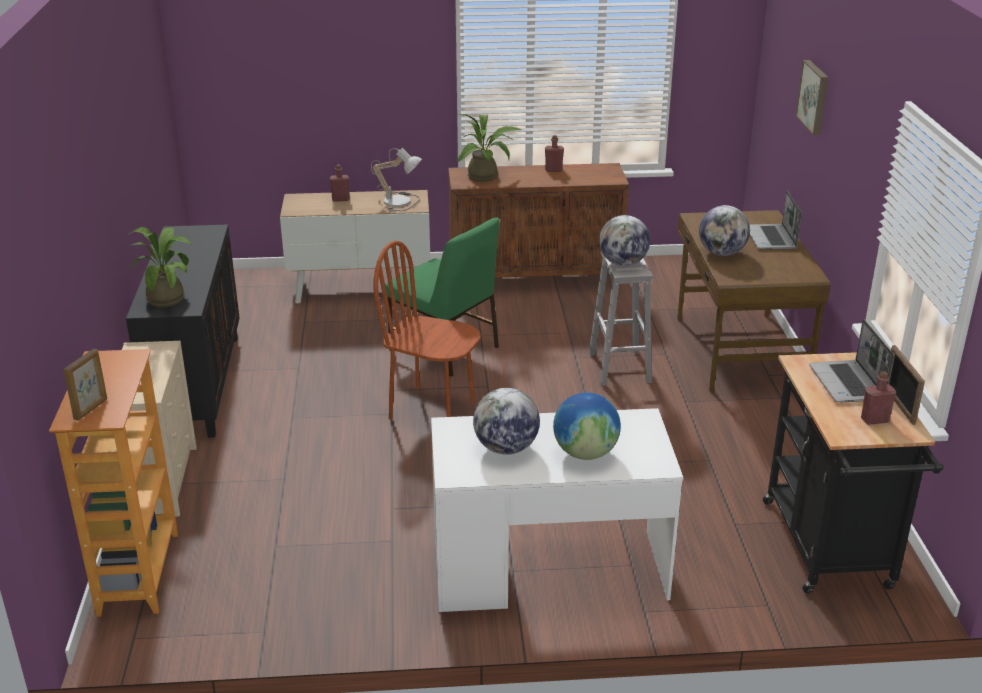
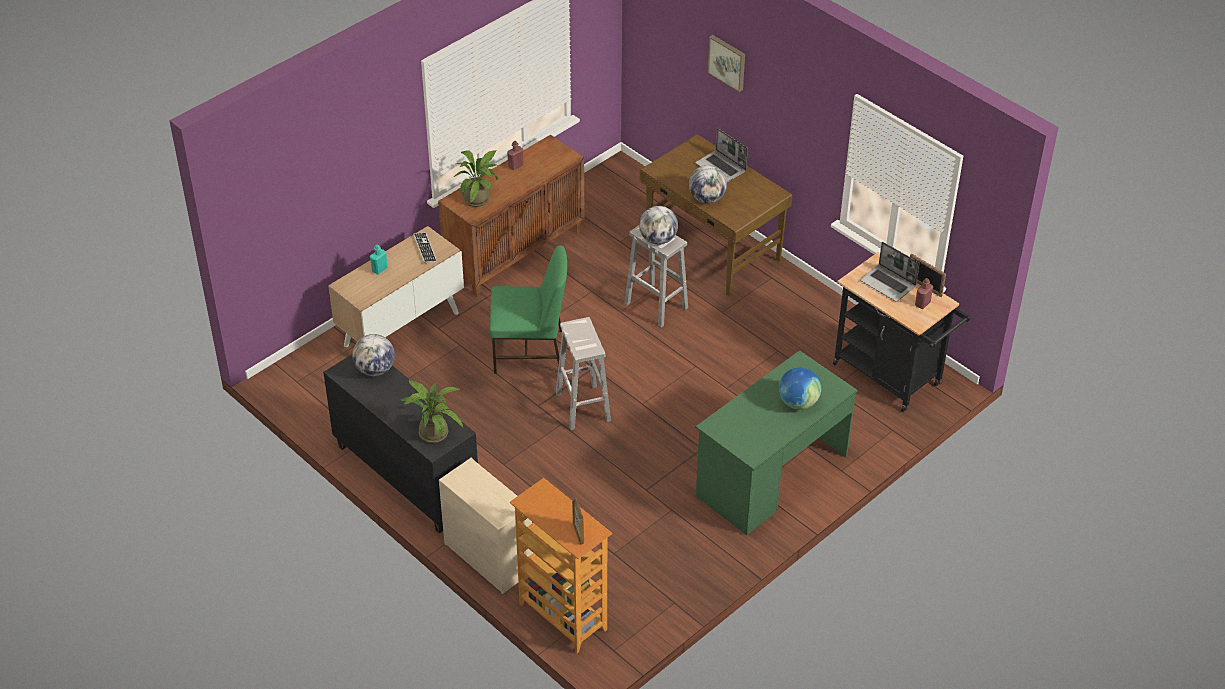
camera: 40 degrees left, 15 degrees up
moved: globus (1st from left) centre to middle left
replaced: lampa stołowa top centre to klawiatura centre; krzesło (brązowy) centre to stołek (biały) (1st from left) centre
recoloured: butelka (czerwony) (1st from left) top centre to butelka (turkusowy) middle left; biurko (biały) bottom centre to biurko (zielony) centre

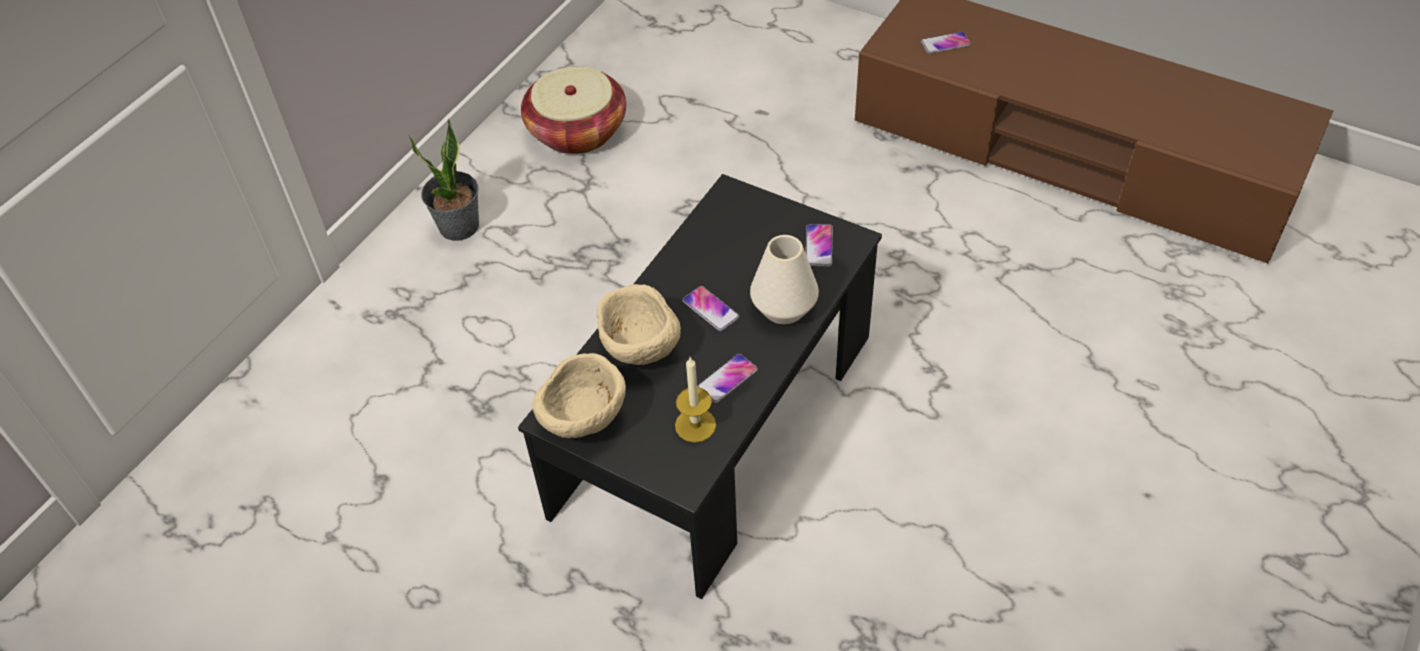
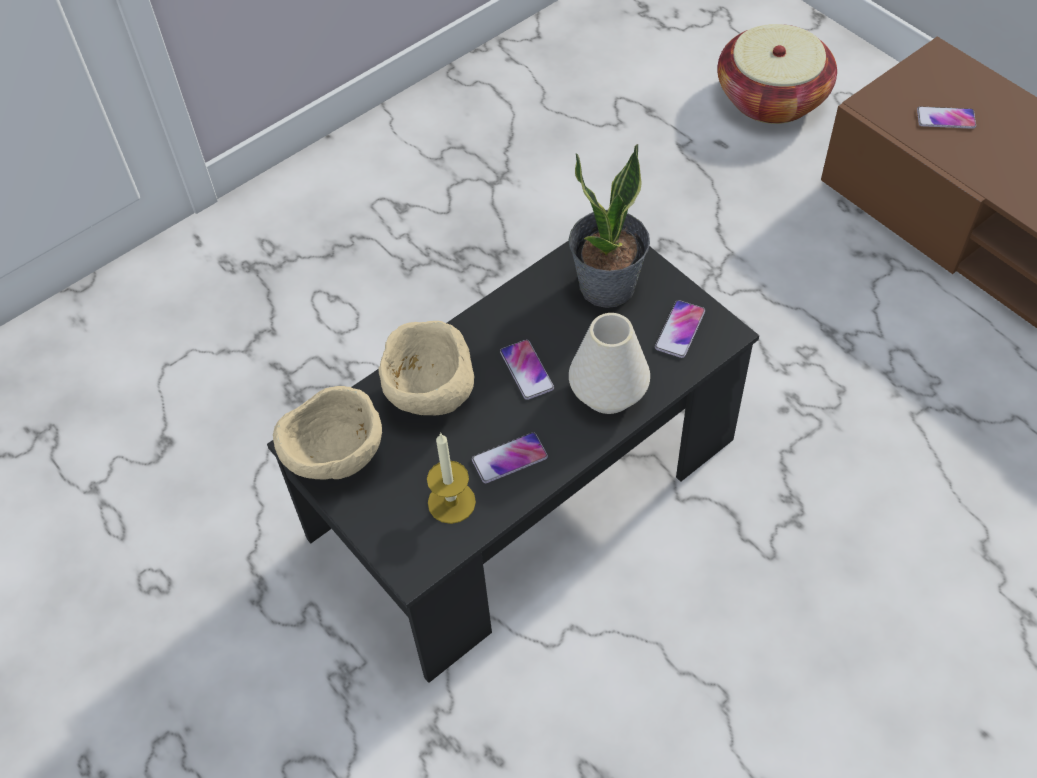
camera: 20 degrees right, 5 degrees up
moved: koszyk top centre to top right; roślina doniczkowa top left to top centre

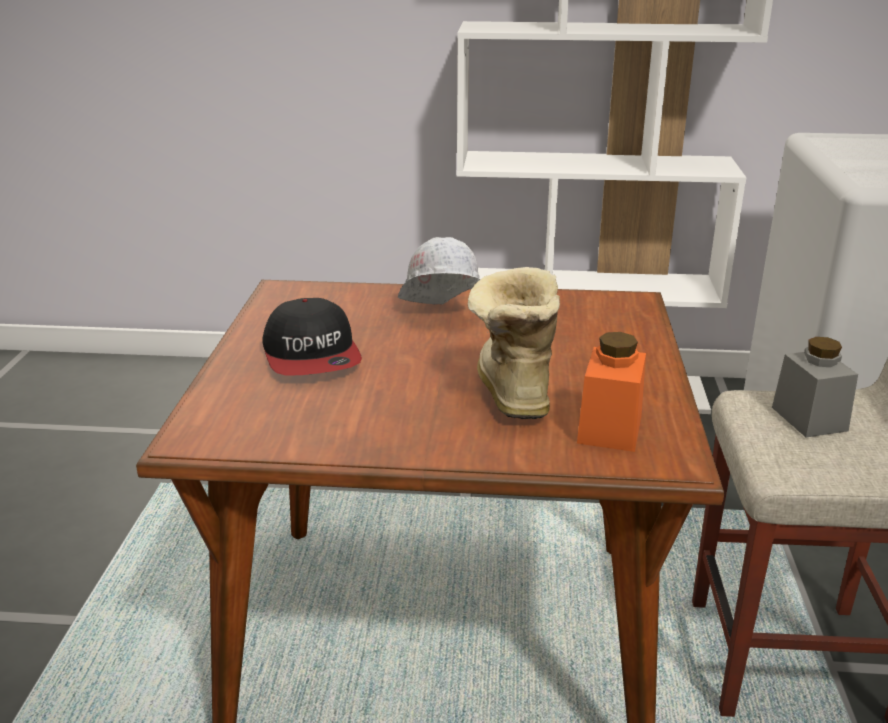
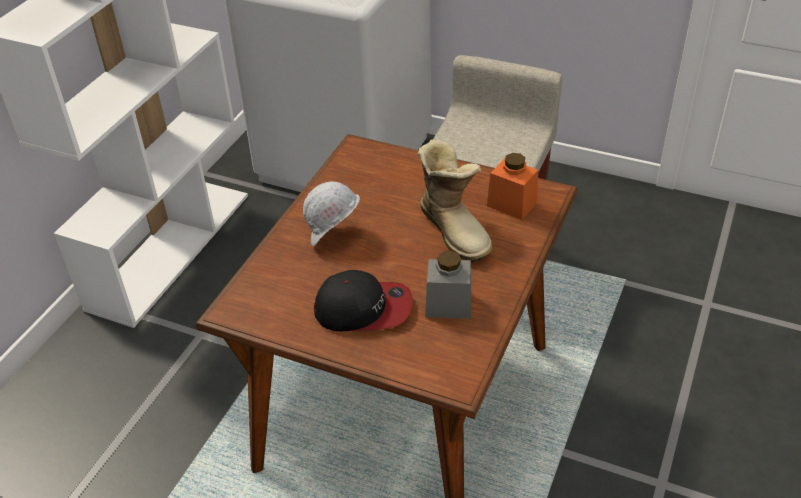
camera: 70 degrees left, 15 degrees up
moved: słoik (szary) middle right to centre
turned: but z cholewką centre = centre 135 degrees counterclockwise

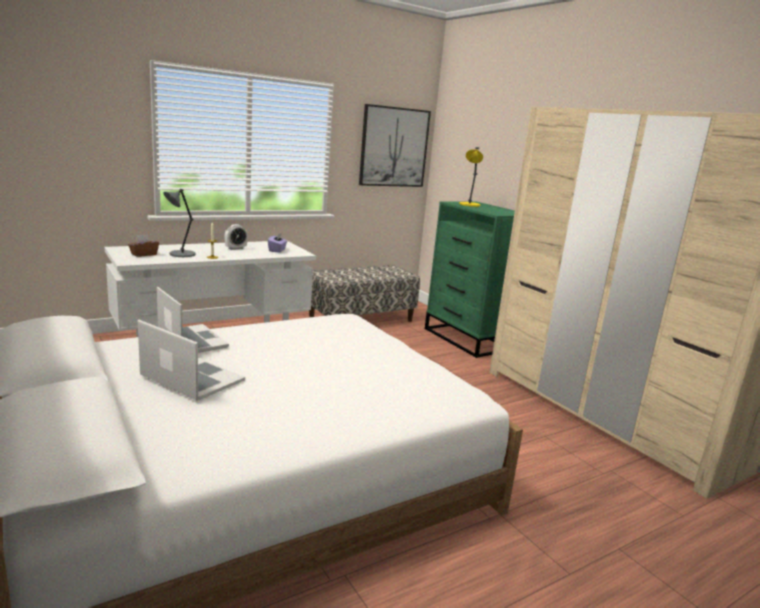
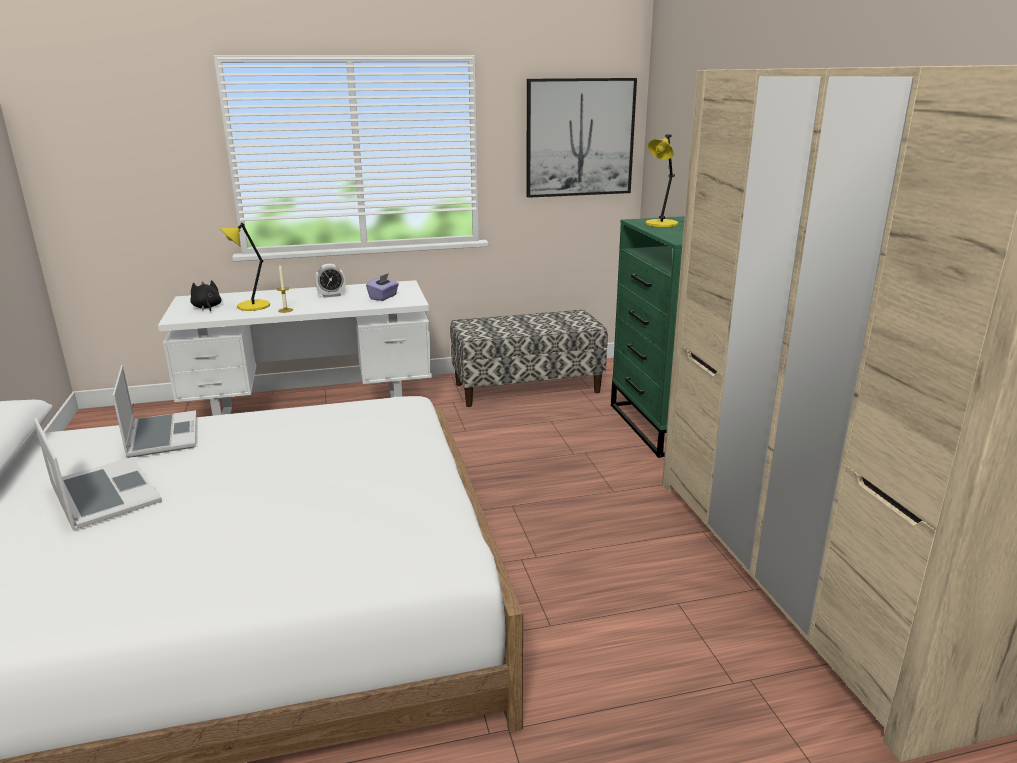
camera: 20 degrees right, 5 degrees up
replaced: pudełko chusteczek (brązowy) middle left to pluszak (czarny) middle left
recoloured: lampa stołowa (szary) middle left to lampa stołowa (żółty) (1st from left) middle left

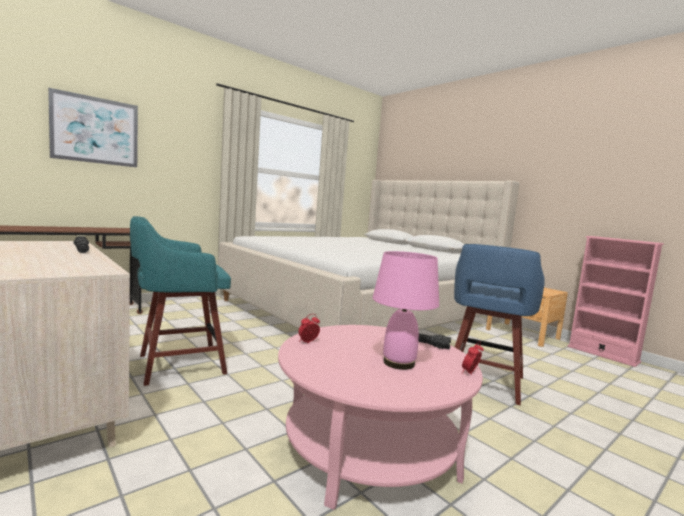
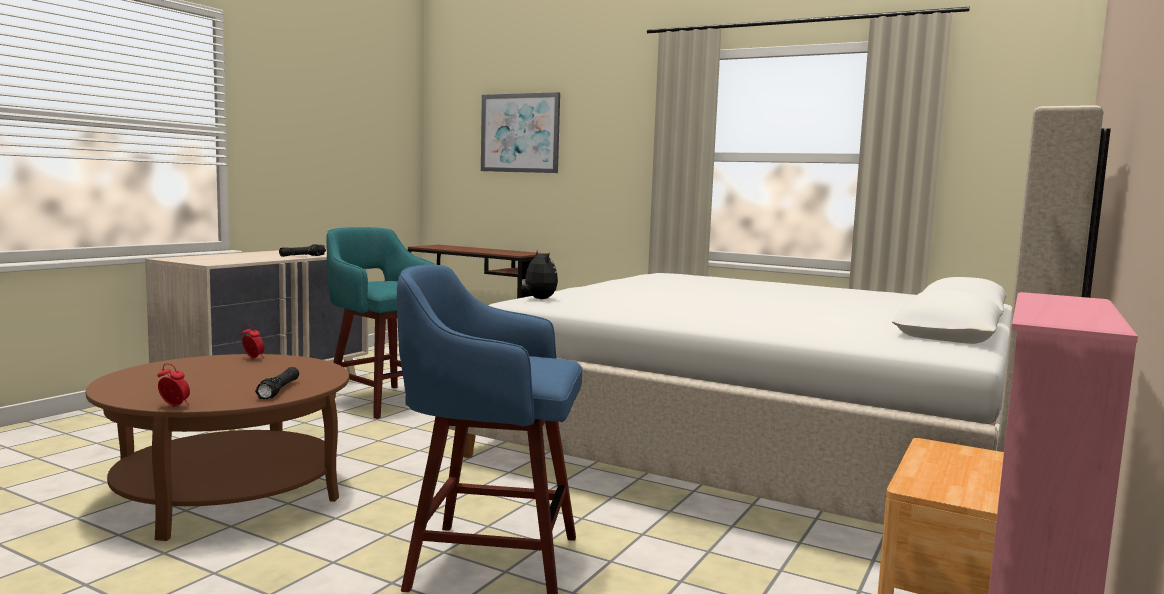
camera: 70 degrees right, 0 degrees up
removed: lampa stołowa (różowy) centre
added: pluszak centre
recoloured: ława (różowy) bottom centre to ława (brązowy) bottom left

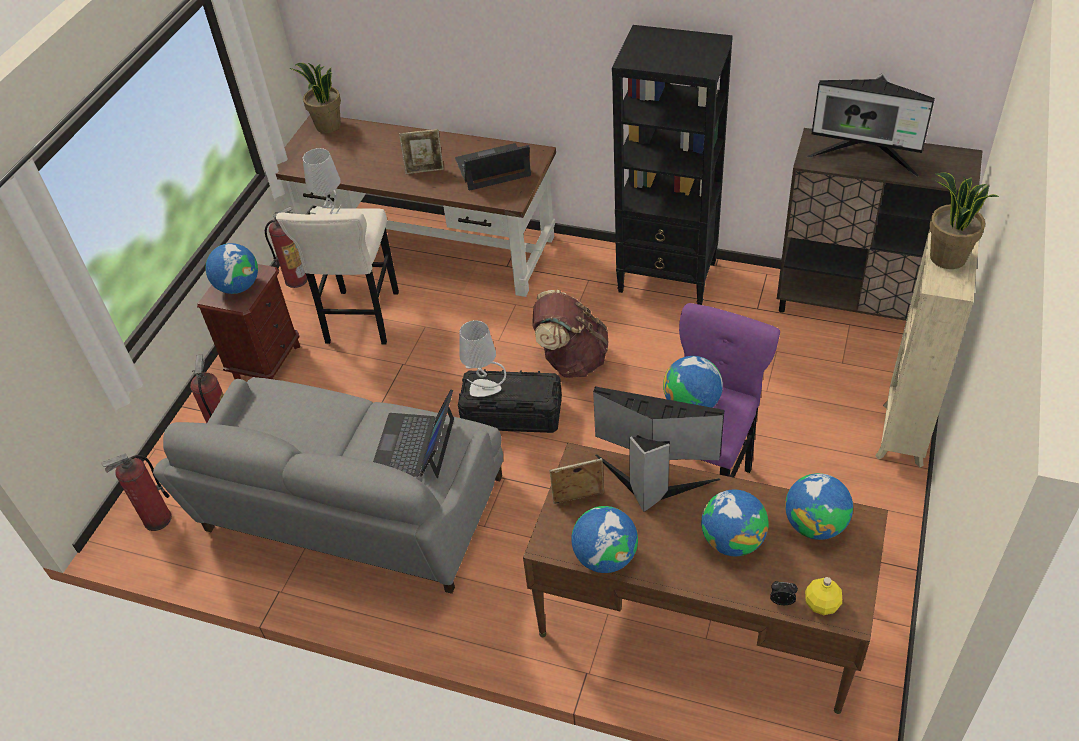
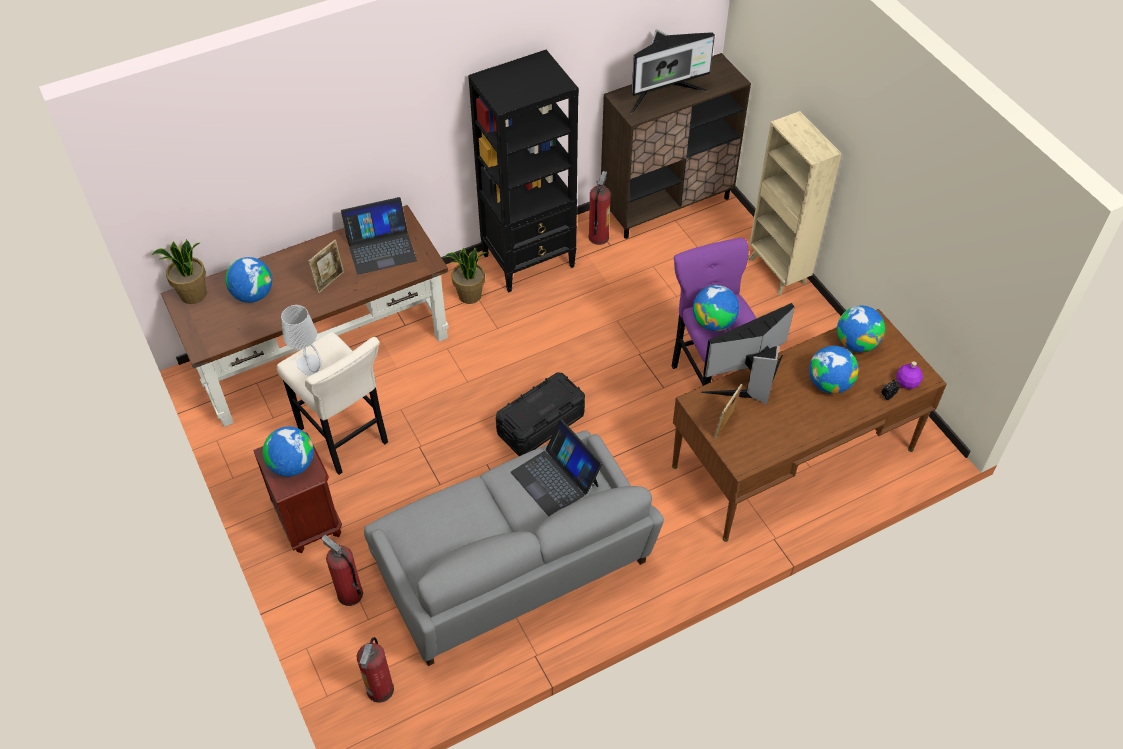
camera: 50 degrees left, 5 degrees up
removed: plecak (brązowy) centre; lampa stołowa (szary) (2nd from left) centre
moved: roślina doniczkowa (2nd from left) top right to centre; gaśnica (3rd from left) middle left to top centre; globus (2nd from left in the first image) bottom centre to globus (1st from left) middle left
recoloured: butelka (żółty) bottom right to butelka (fioletowy) middle right
turned: laptop (2nd from left in the first image) top centre = top centre 135 degrees counterclockwise

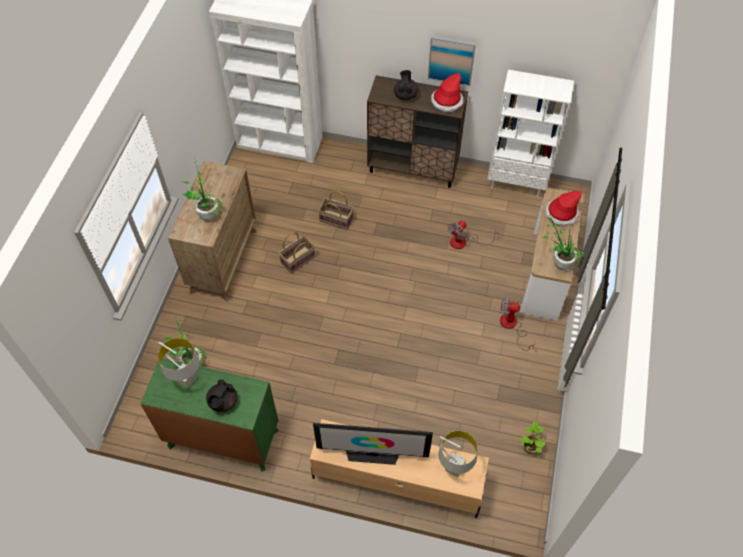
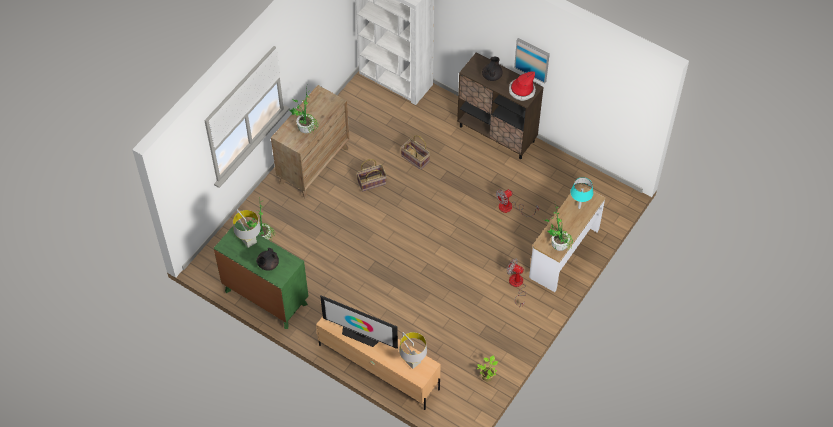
camera: 20 degrees right, 0 degrees up
removed: regał (biały) (2nd from left) top right
replaced: kapelusz (2nd from left) middle right to lampa stołowa (turkusowy) middle right

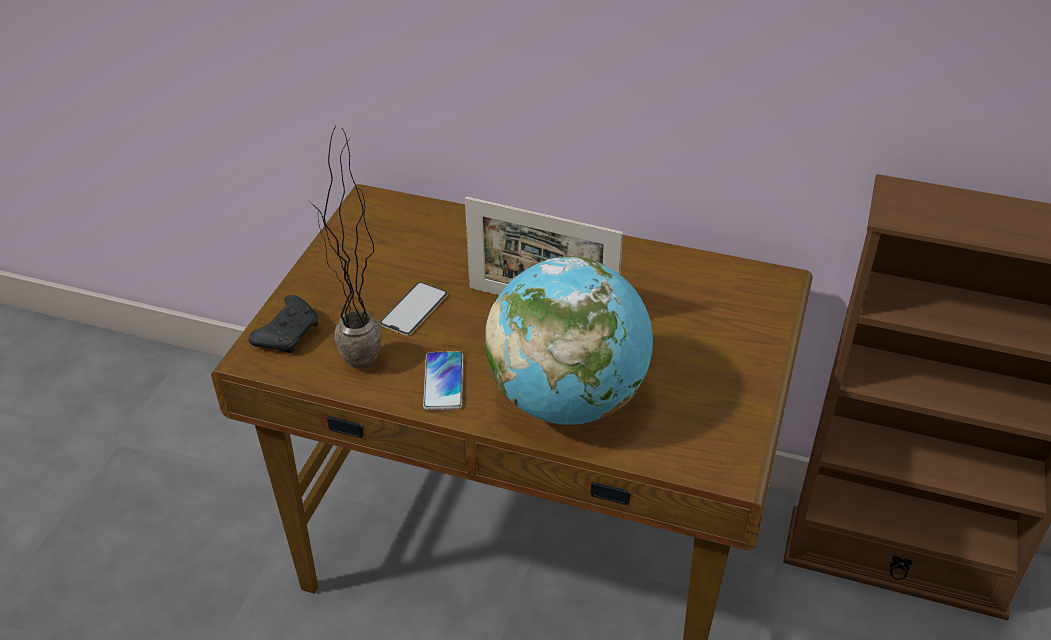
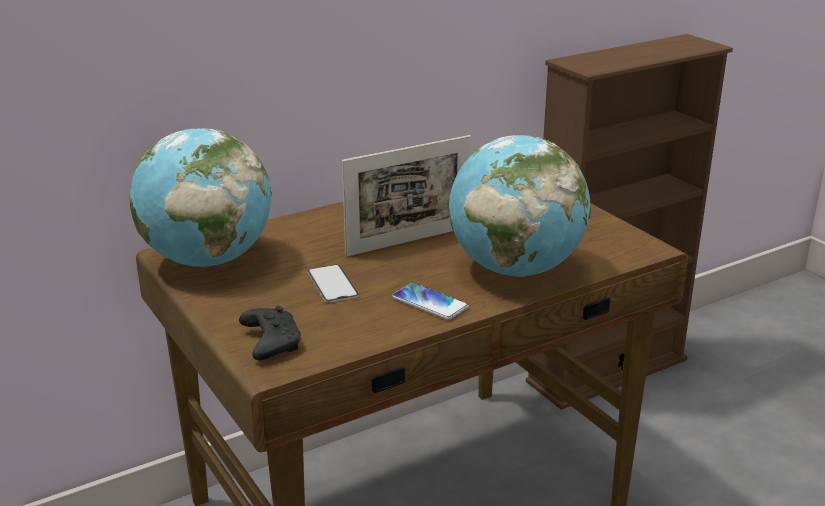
camera: 50 degrees left, 15 degrees down
removed: roślina doniczkowa middle left
added: globus (1st from left) middle left

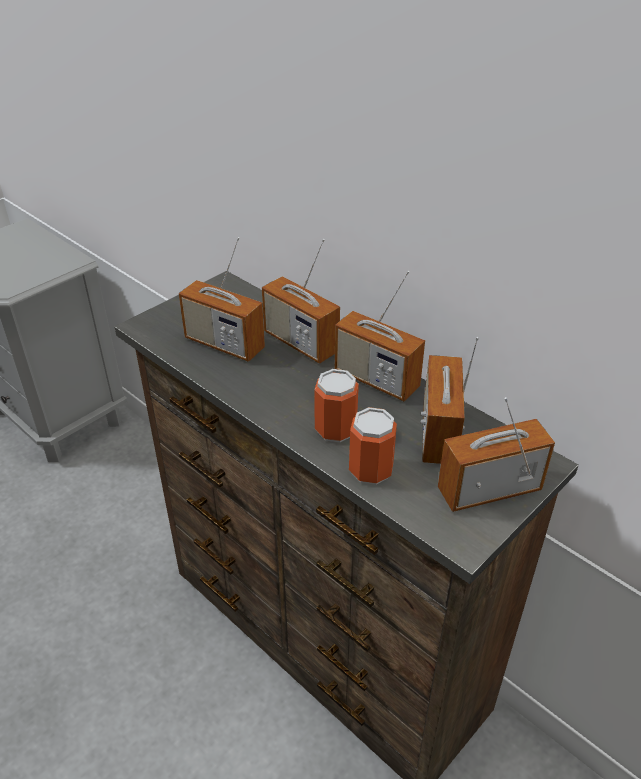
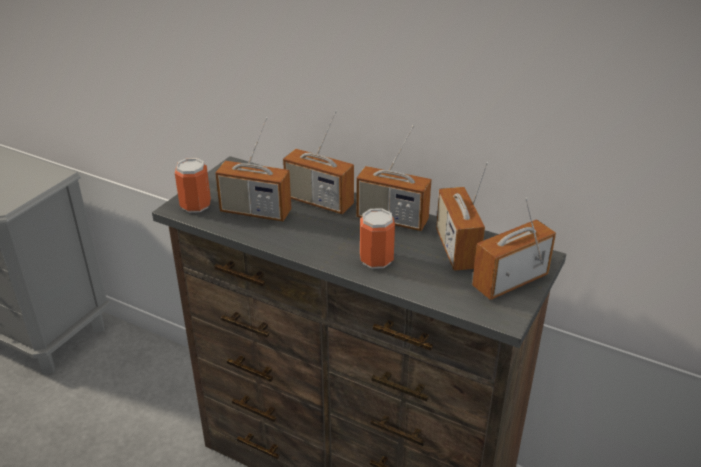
camera: 15 degrees left, 5 degrees down
moved: puszka (2nd from left in the first image) centre to puszka (1st from left) middle left

